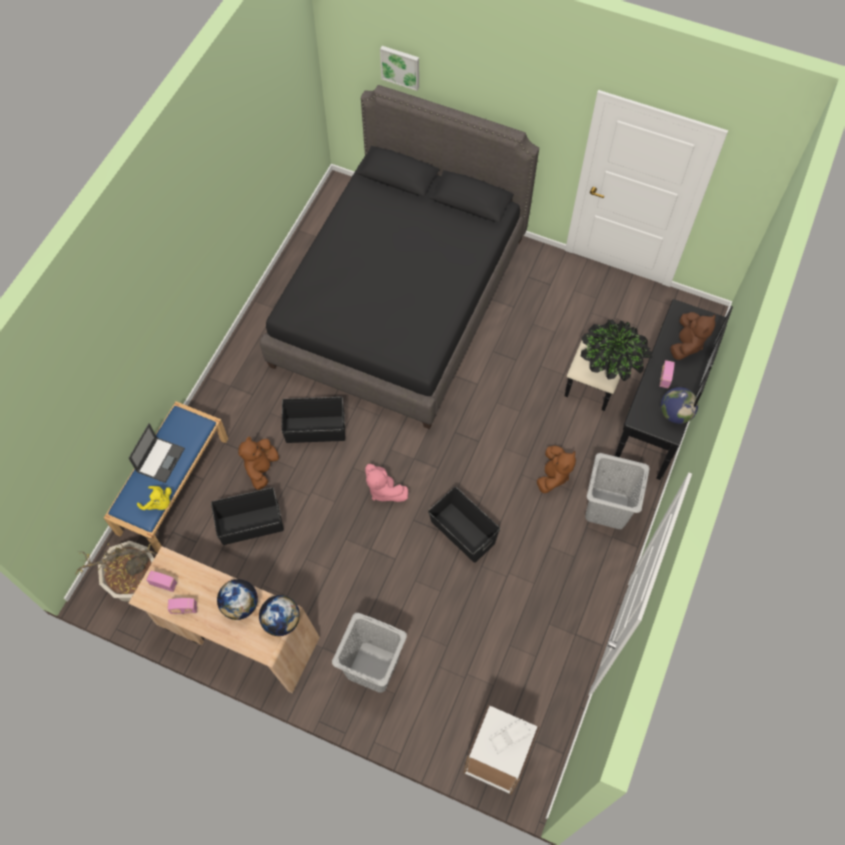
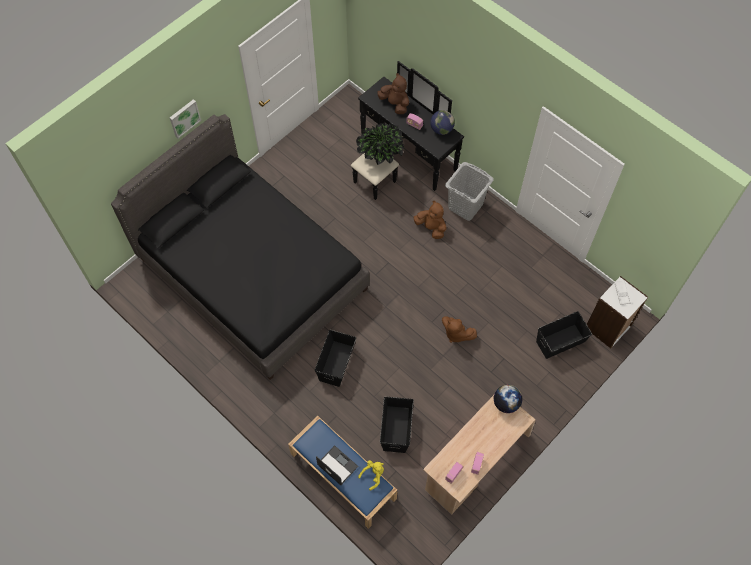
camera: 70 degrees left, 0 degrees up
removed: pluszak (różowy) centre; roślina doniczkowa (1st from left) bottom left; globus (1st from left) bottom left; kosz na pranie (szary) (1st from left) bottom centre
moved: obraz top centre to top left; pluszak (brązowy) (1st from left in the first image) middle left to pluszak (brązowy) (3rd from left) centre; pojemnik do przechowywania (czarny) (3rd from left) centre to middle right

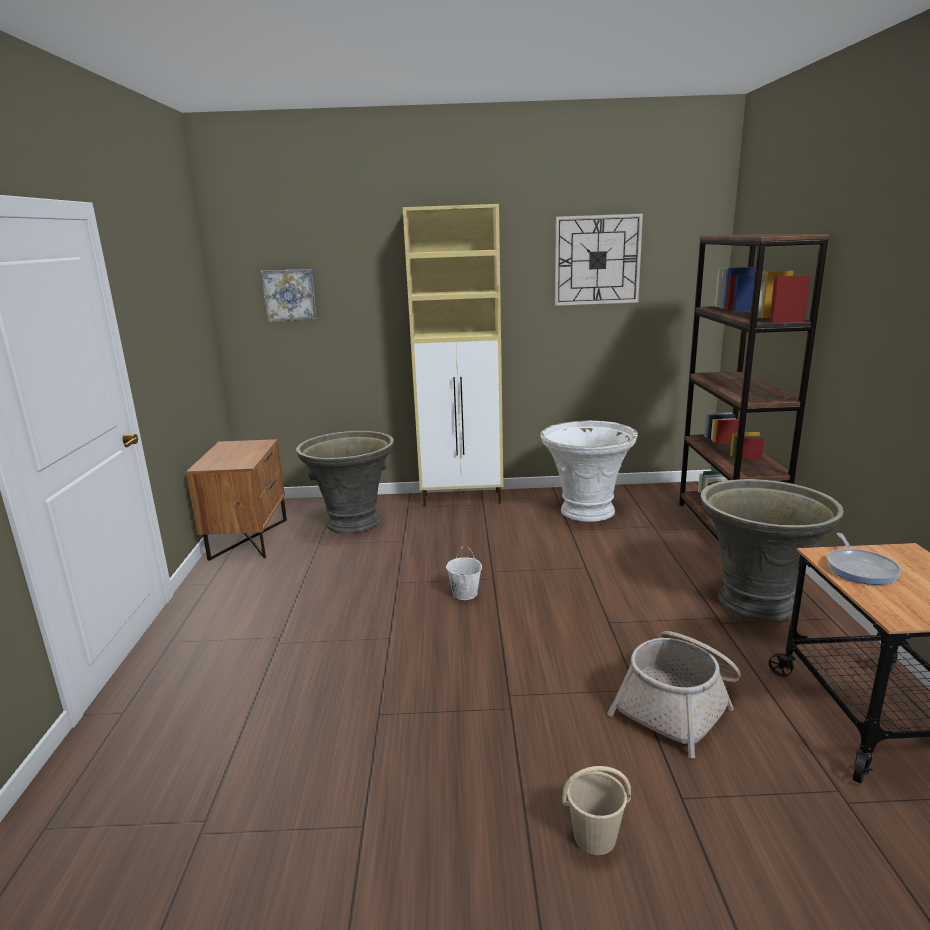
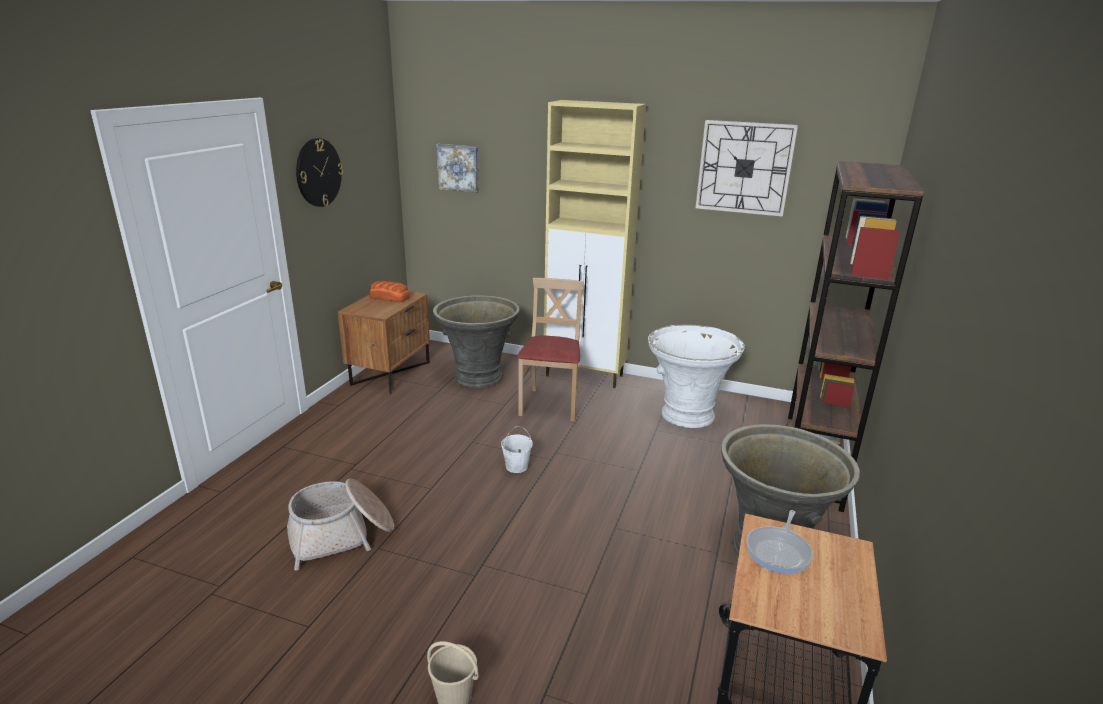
camera: 20 degrees right, 5 degrees up
added: zegar ścienny (1st from left) top left; krzesło (beżowy) centre; chleb centre
moved: koszyk bottom right to bottom left

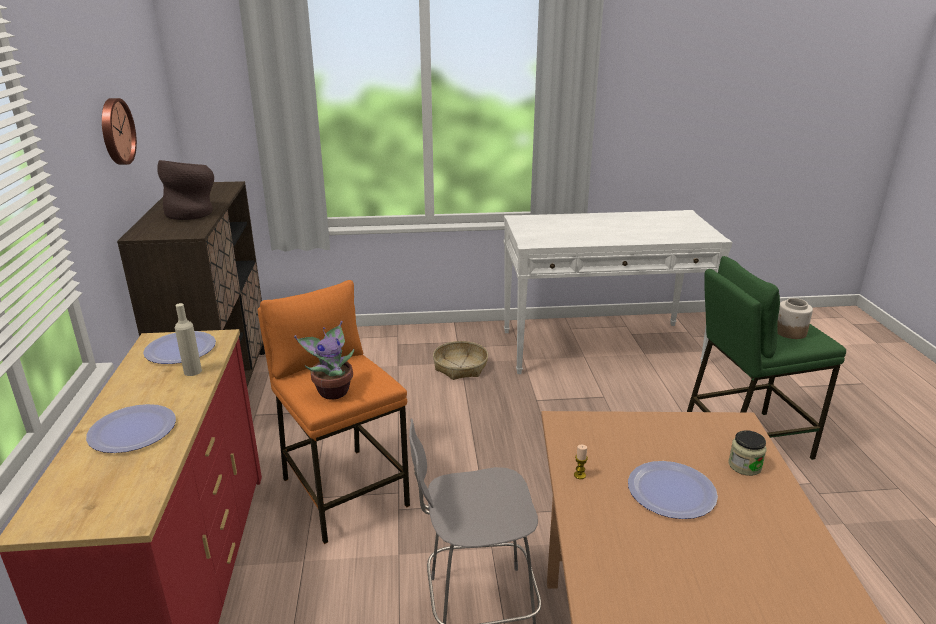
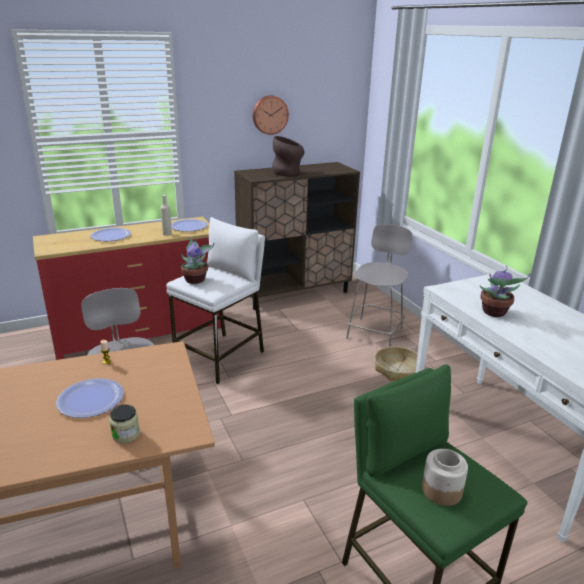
camera: 70 degrees right, 0 degrees up
added: krzesło (szary) (2nd from left) centre; roślina doniczkowa (2nd from left) middle right
recoloured: stołek (pomarańczowy) centre to stołek (biały) centre

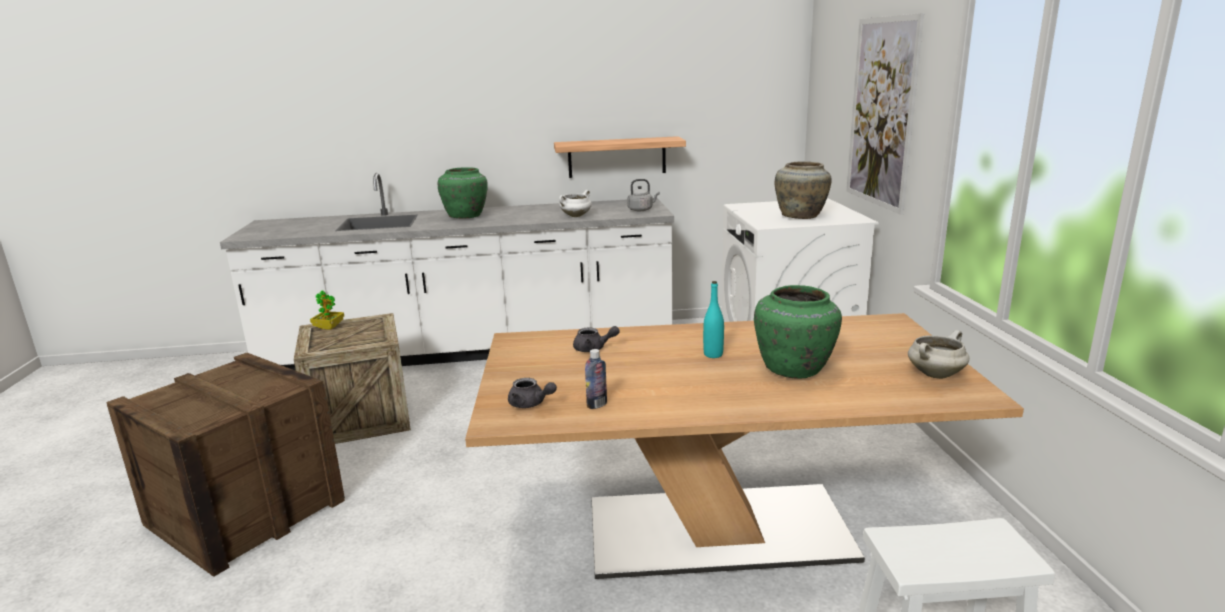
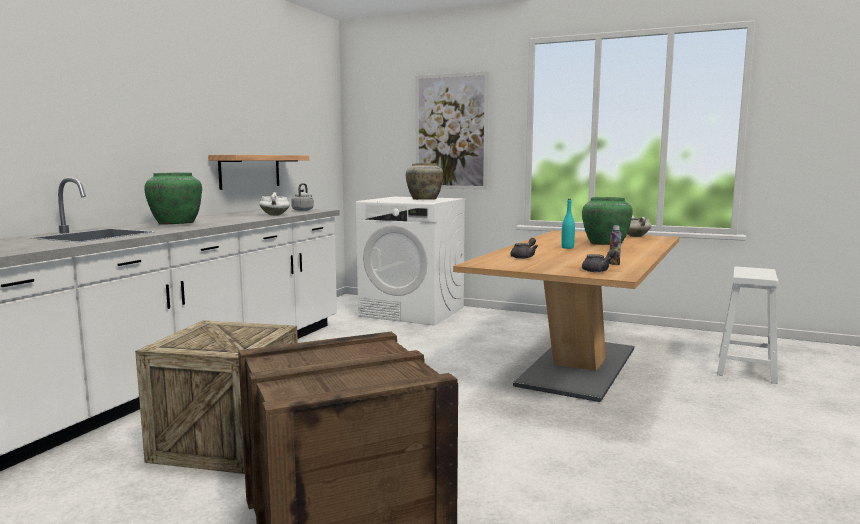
camera: 60 degrees left, 10 degrees down
removed: roślina doniczkowa middle left

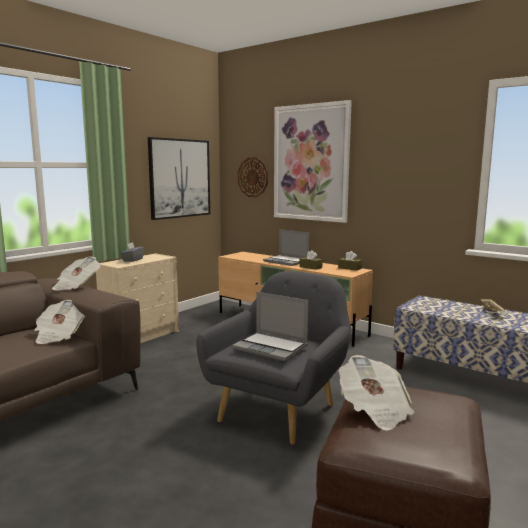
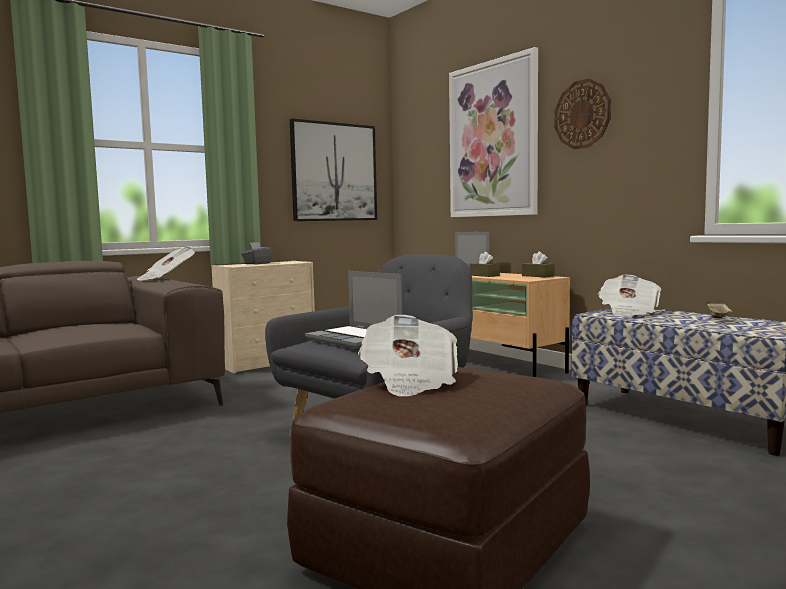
camera: 15 degrees right, 5 degrees down
moved: zegar ścienny centre to top right; gazeta (1st from left in the first image) middle left to gazeta (3rd from left) middle right

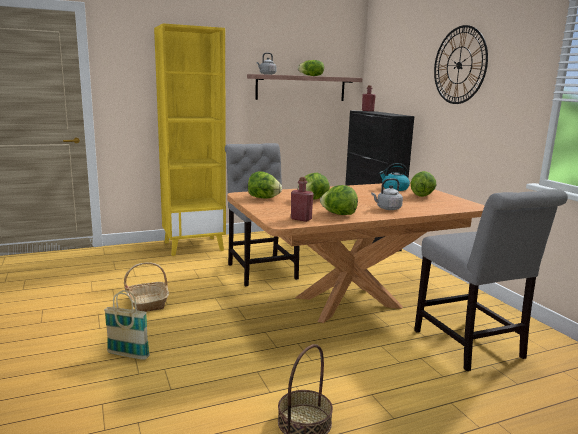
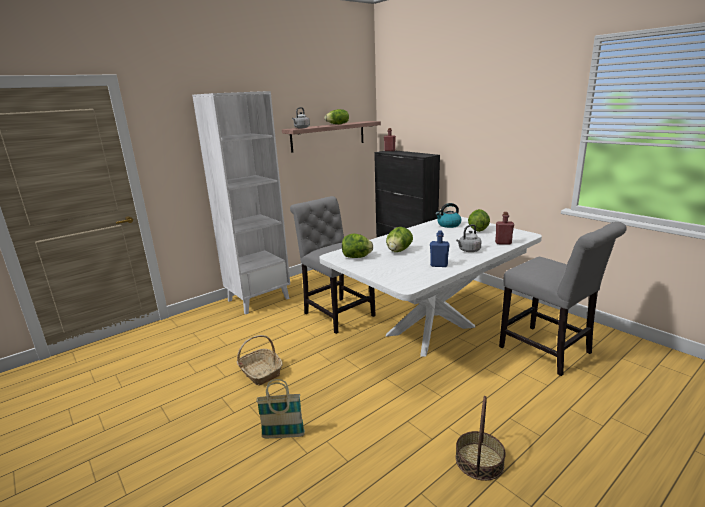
camera: 15 degrees left, 5 degrees up
removed: zegar ścienny top right
moved: butelka (czerwony) (1st from left in the first image) centre to butelka (czerwony) (2nd from left) middle right
replaced: sałata (4th from left) centre to butelka (niebieski) centre
recoloured: regał (żółty) top left to regał (biały) centre; stół jadalny (brązowy) centre to stół jadalny (biały) centre

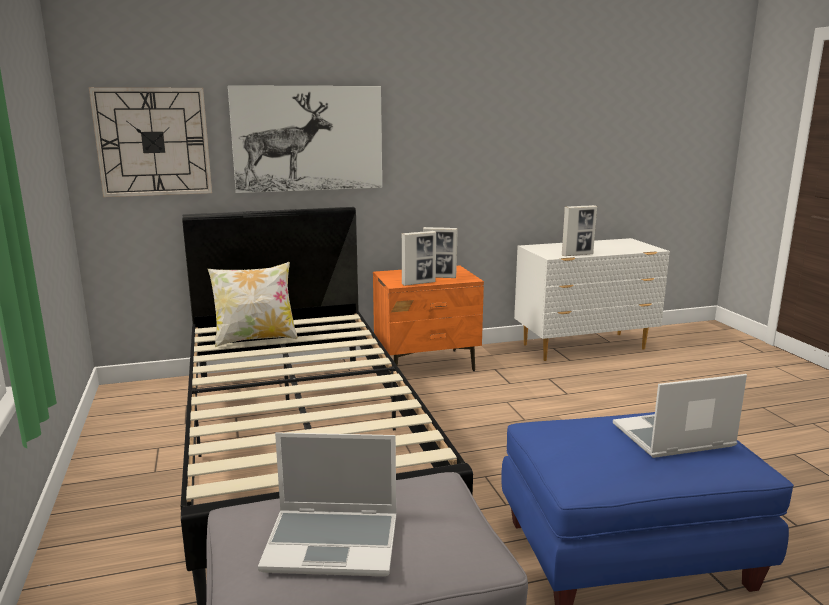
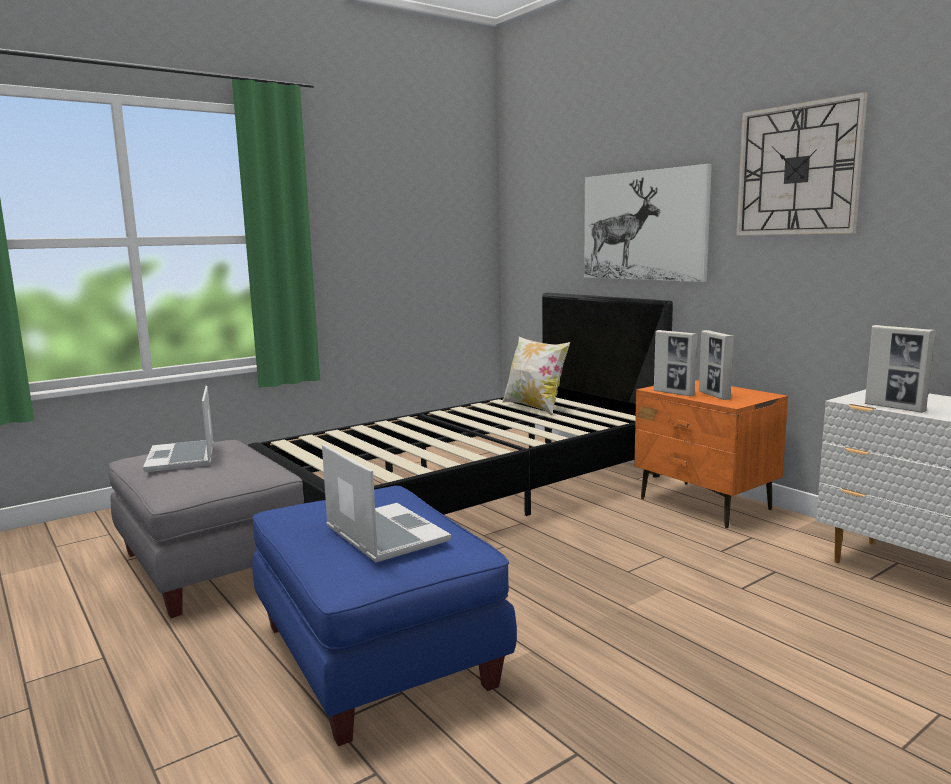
camera: 70 degrees right, 5 degrees down
moved: zegar ścienny top left to top right

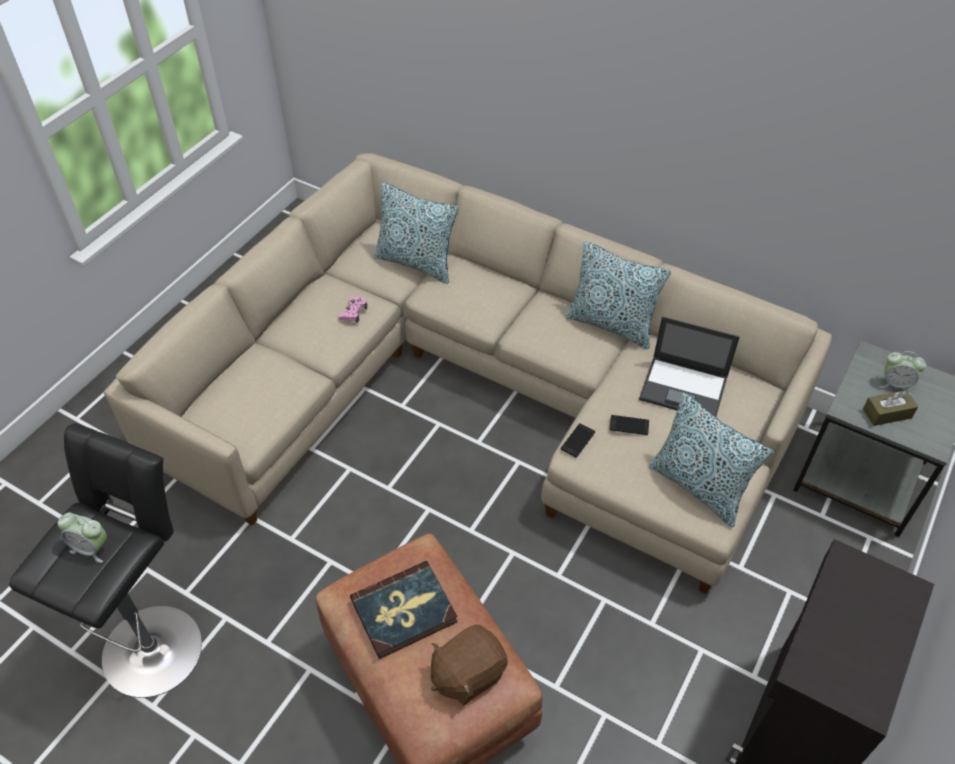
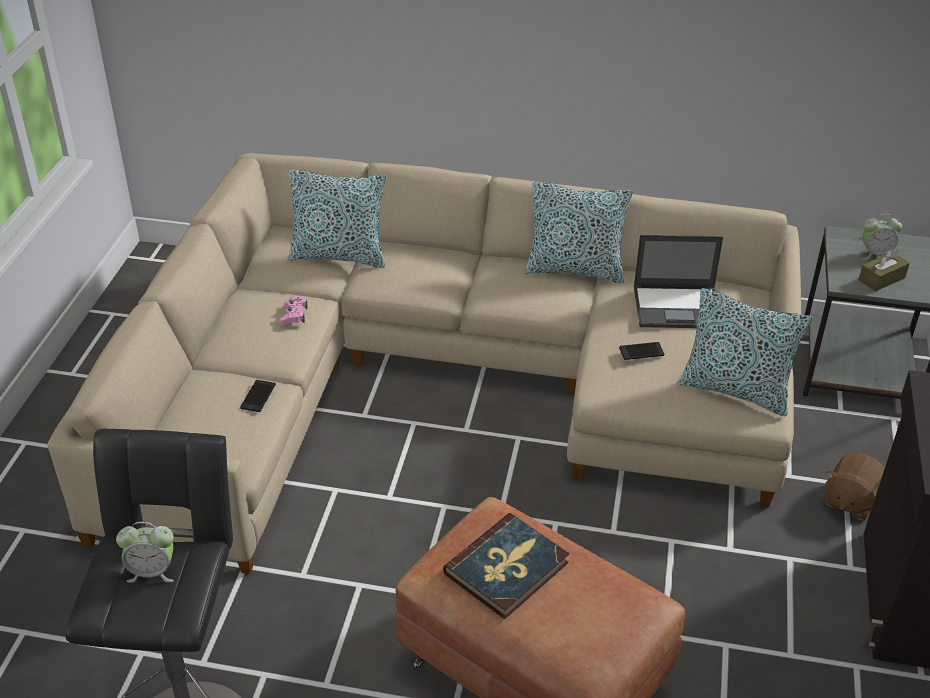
camera: 20 degrees left, 10 degrees down
moved: telefon (1st from left) centre to middle left; pluszak (brązowy) bottom centre to bottom right

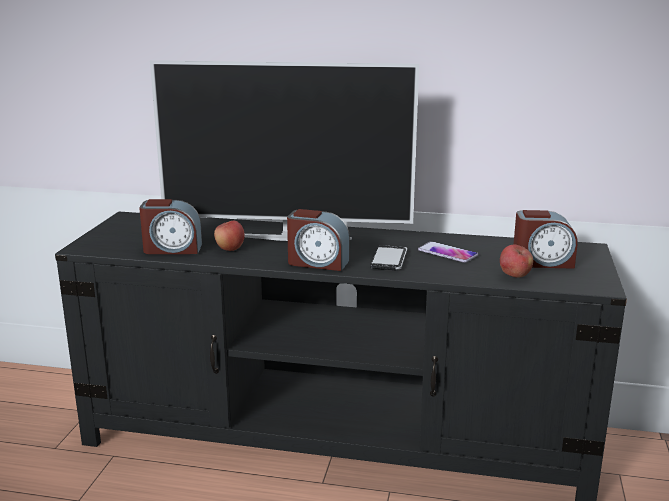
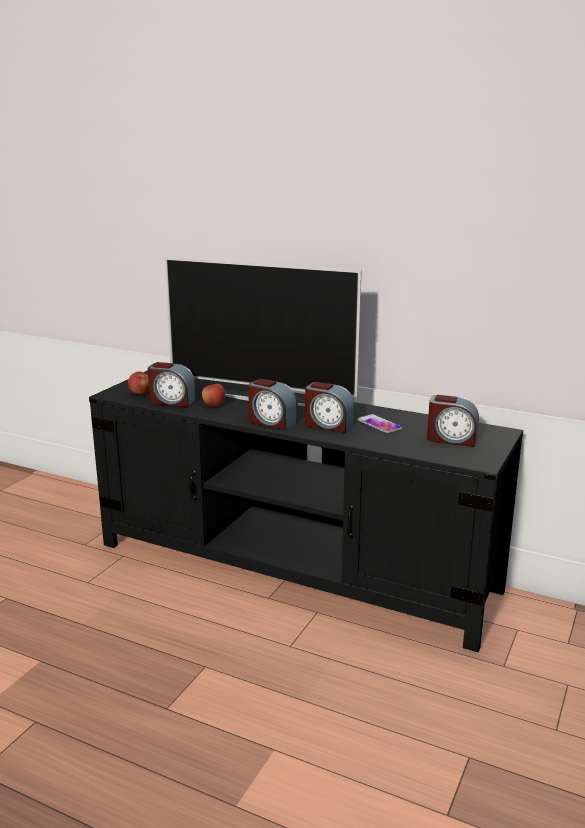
camera: 15 degrees right, 0 degrees up
moved: jabłko (2nd from left in the first image) middle right to jabłko (1st from left) middle left
replaced: telefon (1st from left) centre to budzik (3rd from left) centre

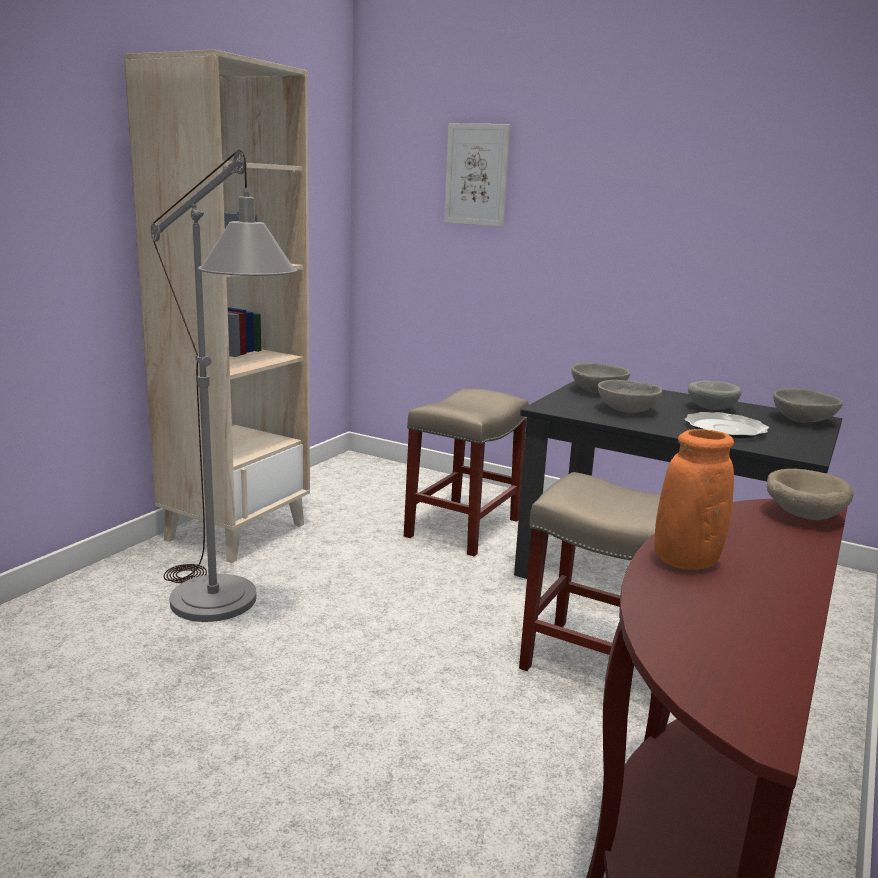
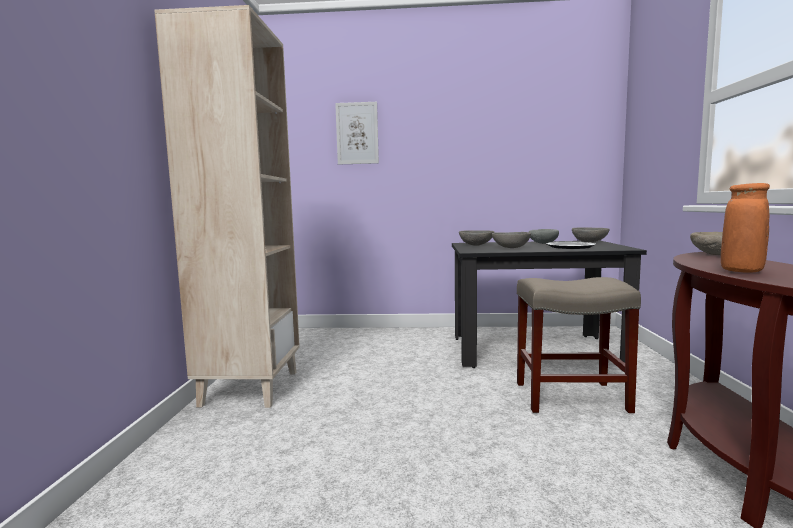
camera: 25 degrees left, 10 degrees down
removed: lampa stojąca (szary) middle left; stołek (beżowy) (1st from left) centre

